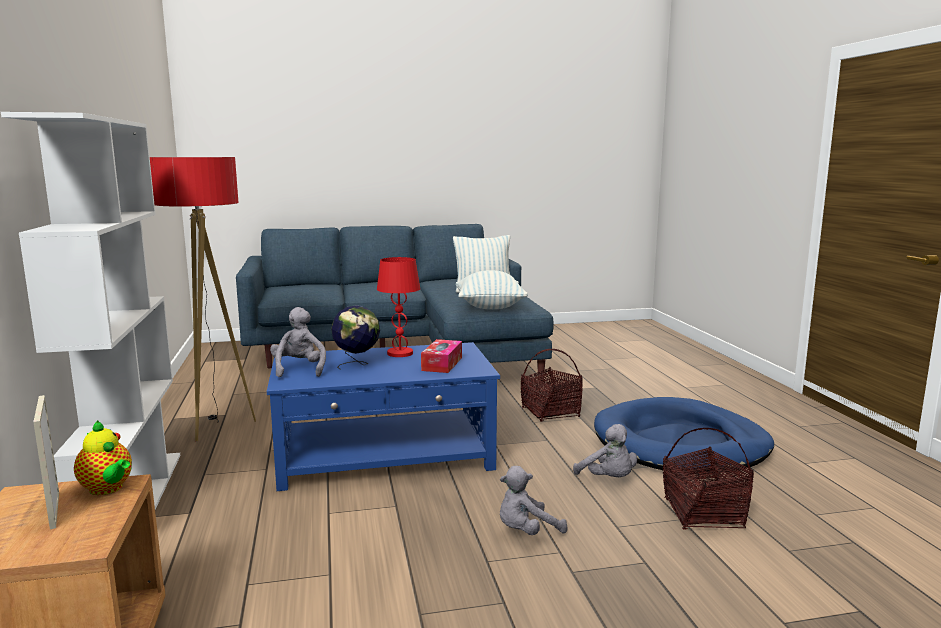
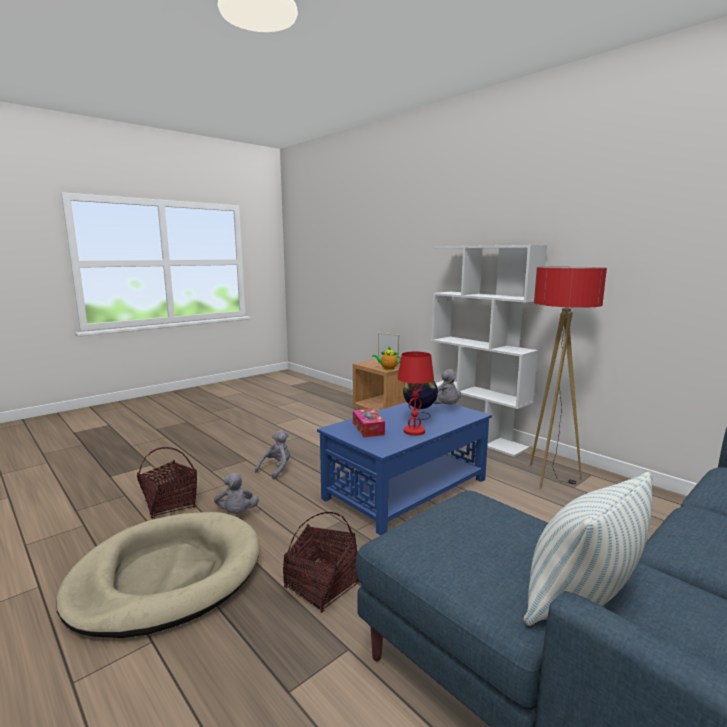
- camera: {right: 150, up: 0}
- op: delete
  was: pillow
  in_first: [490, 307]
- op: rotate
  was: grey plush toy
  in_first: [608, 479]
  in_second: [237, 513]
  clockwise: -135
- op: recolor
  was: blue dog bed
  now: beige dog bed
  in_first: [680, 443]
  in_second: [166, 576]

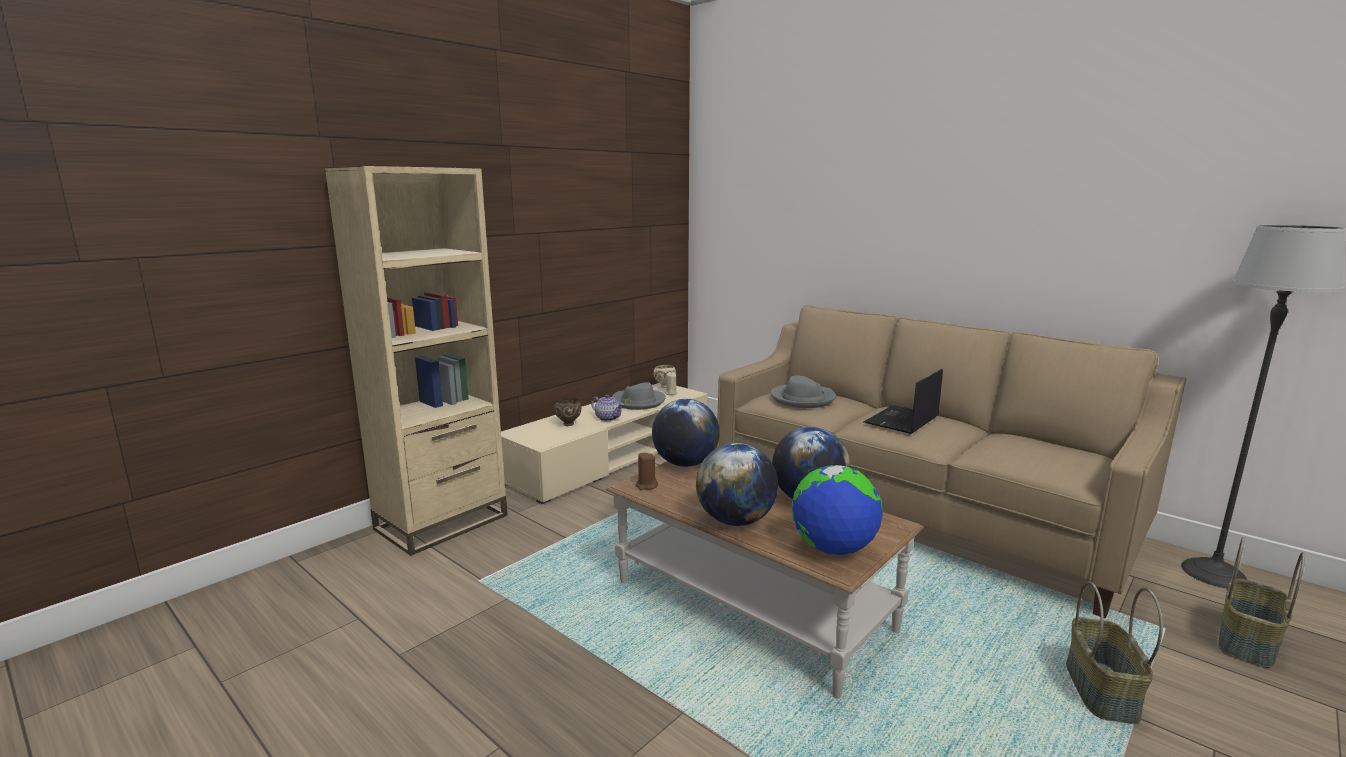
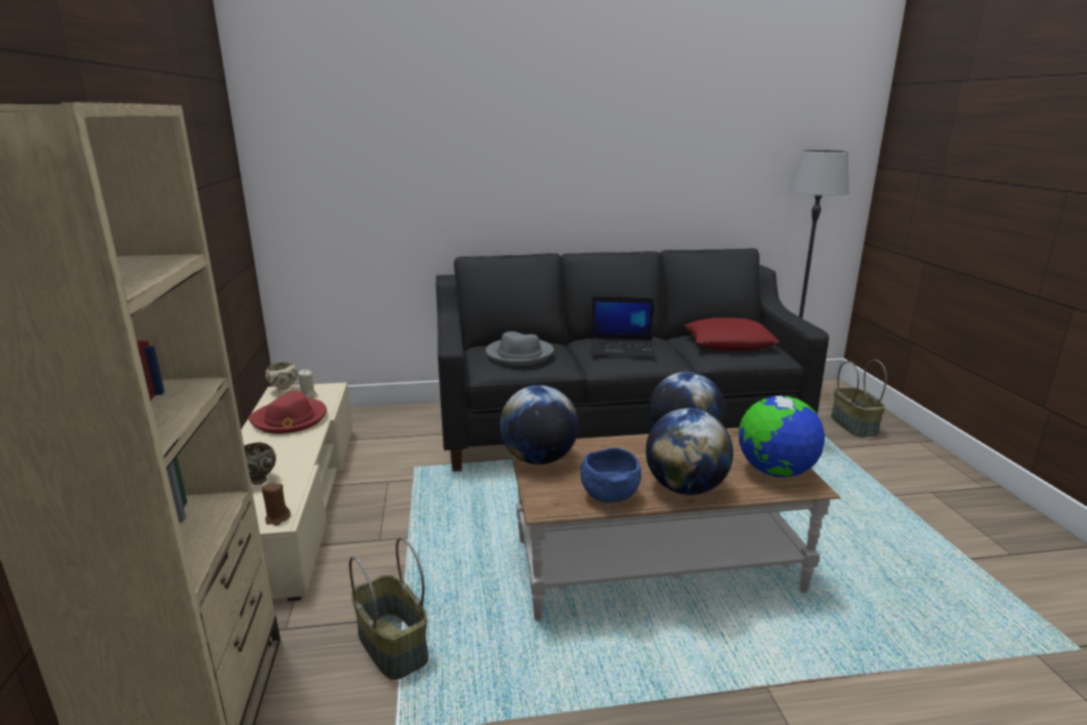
- camera: {right: -50, up: 5}
- op: delete
  was: teapot
  in_first: [608, 418]
- op: recolor
  was: grey hat
  now: red hat
  in_first: [638, 402]
  in_second: [290, 419]
- op: move
  was: brown candle
  in_first: [646, 486]
  in_second: [277, 518]
- op: recolor
  was: beige sofa
  now: black sofa
  in_first: [915, 510]
  in_second: [616, 424]
- op: rotate
  was: laptop
  in_first: [902, 420]
  in_second: [622, 348]
  clockwise: -75
- op: move
  was: basket
  in_first: [1099, 690]
  in_second: [391, 646]
- op: insert
  now: blue bowl
  in_second: [609, 496]
- op: insert
  now: red pillow
  in_second: [729, 342]

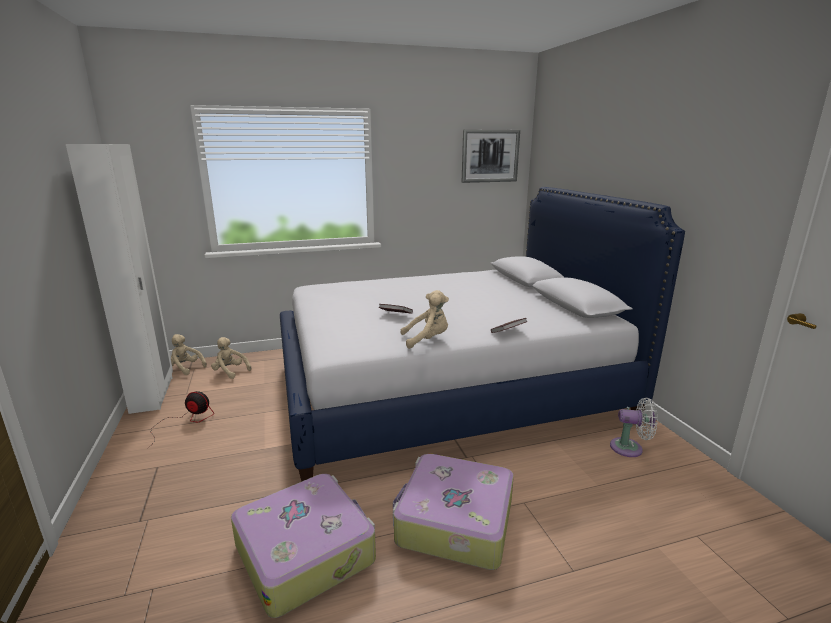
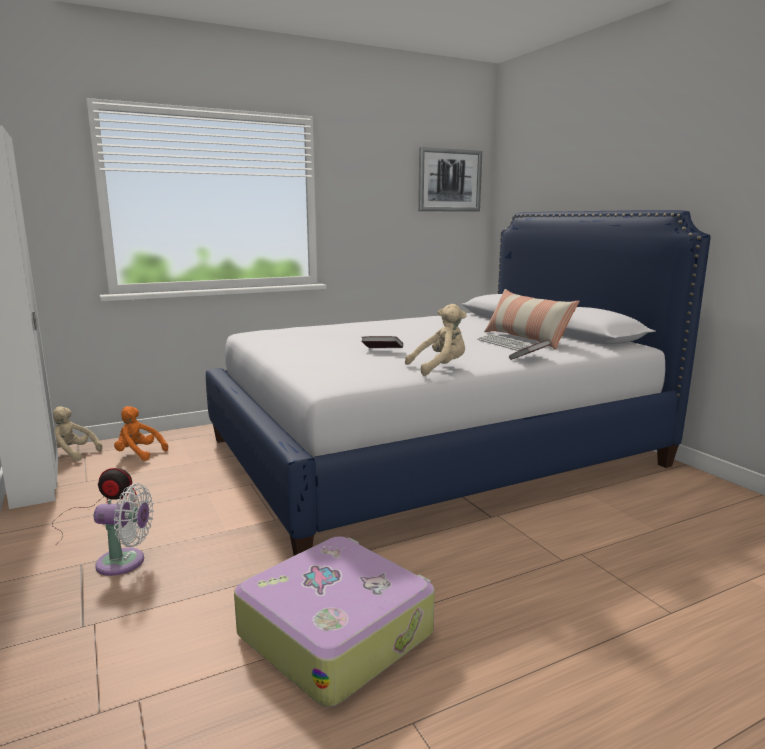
- camera: {right: -10, up: -5}
- op: recolor
  was: beige plush toy
  now: orange plush toy
  in_first: [230, 372]
  in_second: [138, 454]
- op: delete
  was: suitcase
  in_first: [453, 521]
- op: move
  was: white fan
  in_first: [630, 448]
  in_second: [125, 562]
- op: insert
  now: keyboard
  in_second: [505, 343]
- op: insert
  now: pillow
  in_second: [526, 339]

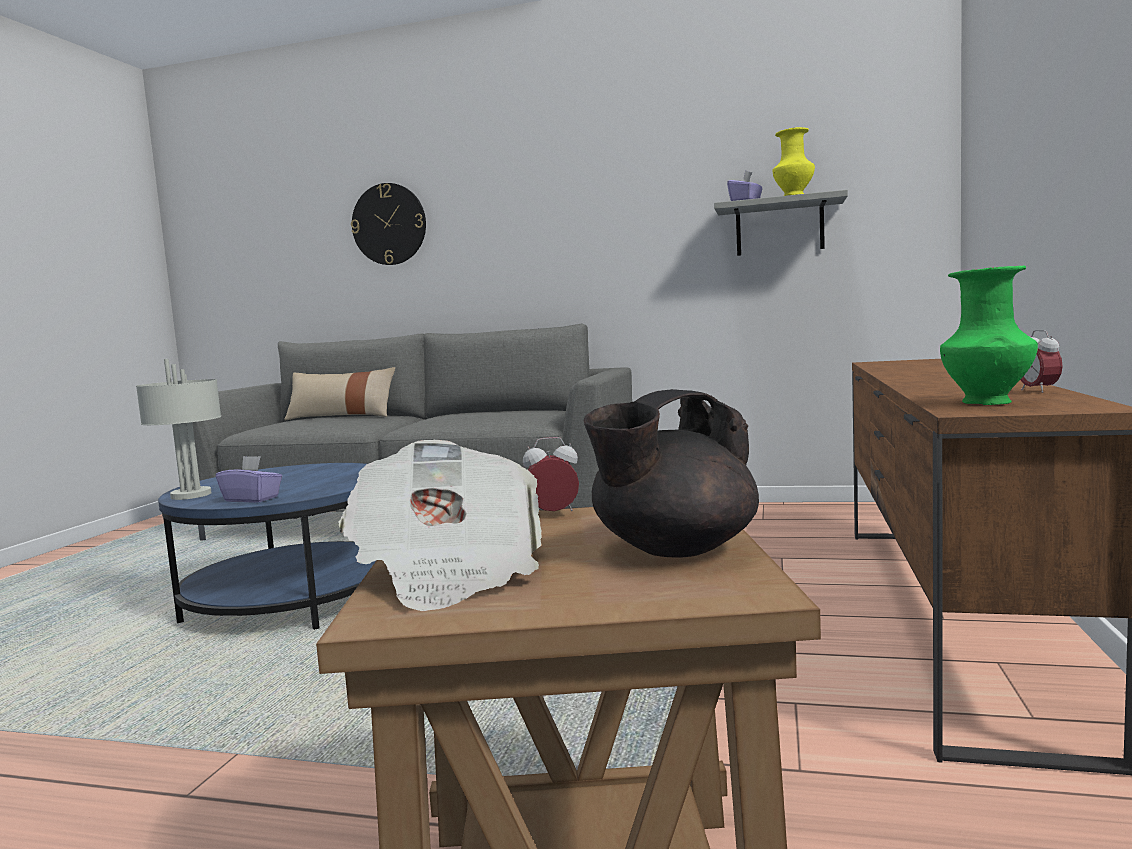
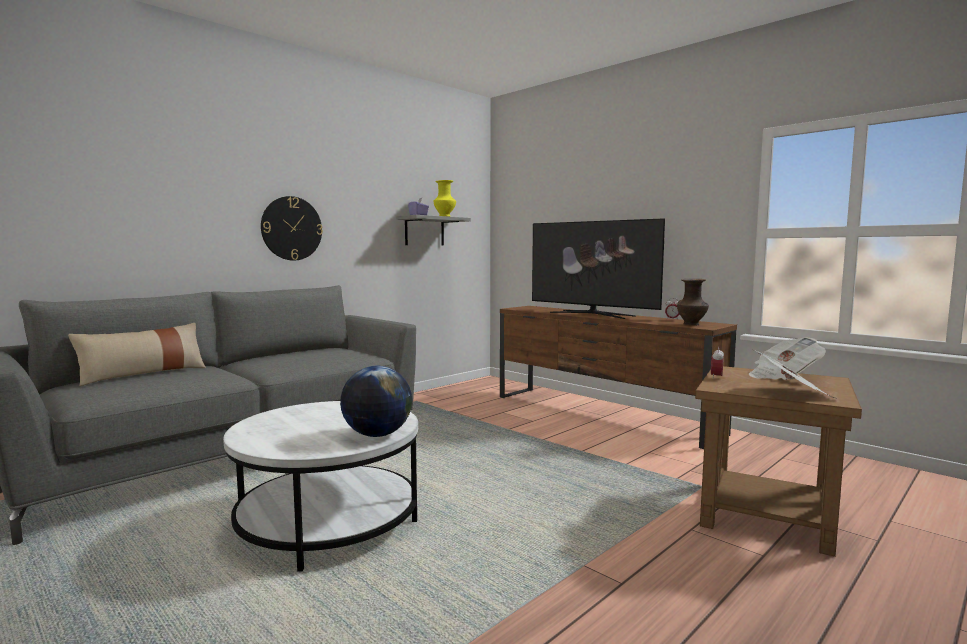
- camera: {right: -60, up: 0}
- op: delete
  was: grey table lamp
  in_first: [191, 495]
- op: recolor
  was: blue coffee table
  now: white coffee table
  in_first: [293, 598]
  in_second: [328, 521]
- op: replace
  was: purple tissue box
  now: globe
  in_first: [252, 499]
  in_second: [377, 435]
- op: move
  was: wall clock
  in_first: [389, 224]
  in_second: [291, 228]
- op: replace
  was: black teapot
  now: newspaper
  in_first: [673, 549]
  in_second: [783, 376]
- op: recolor
  was: green vase
  now: brown vase
  in_first: [987, 403]
  in_second: [692, 324]
- op: insert
  now: television
  in_second: [591, 314]

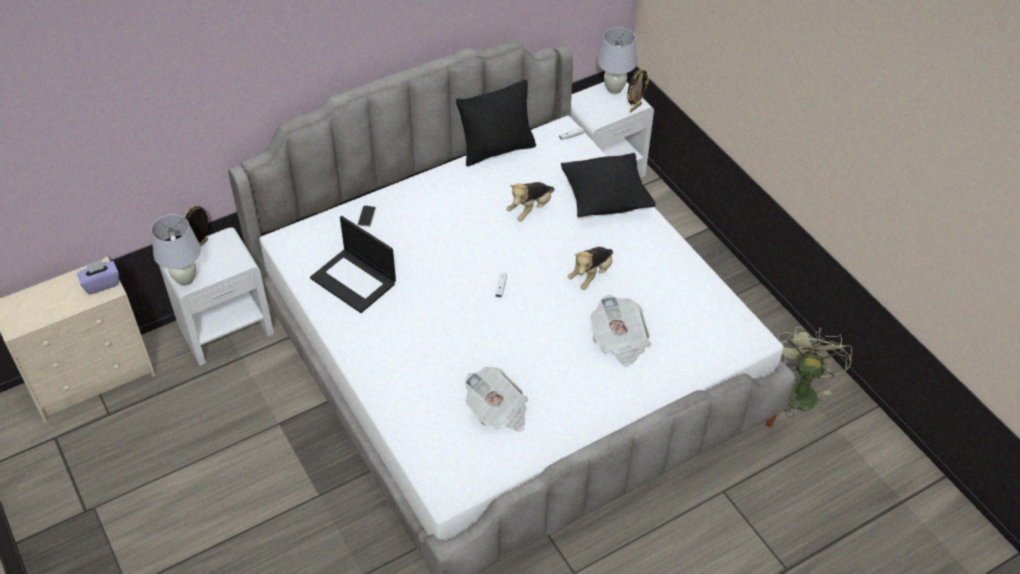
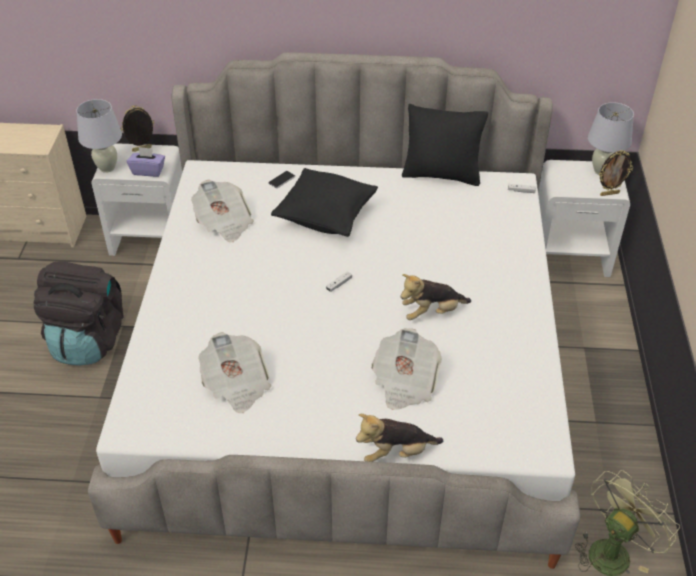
- camera: {right: 35, up: -5}
- op: move
  was: purple tissue box
  in_first: [101, 284]
  in_second: [148, 171]
- op: replace
  was: laptop
  now: newspaper
  in_first: [354, 281]
  in_second: [224, 223]
- op: move
  was: plush toy
  in_first: [530, 209]
  in_second: [396, 452]
- op: move
  was: black pillow
  in_first: [605, 200]
  in_second: [325, 219]
- op: insert
  now: black backpack
  in_second: [88, 340]

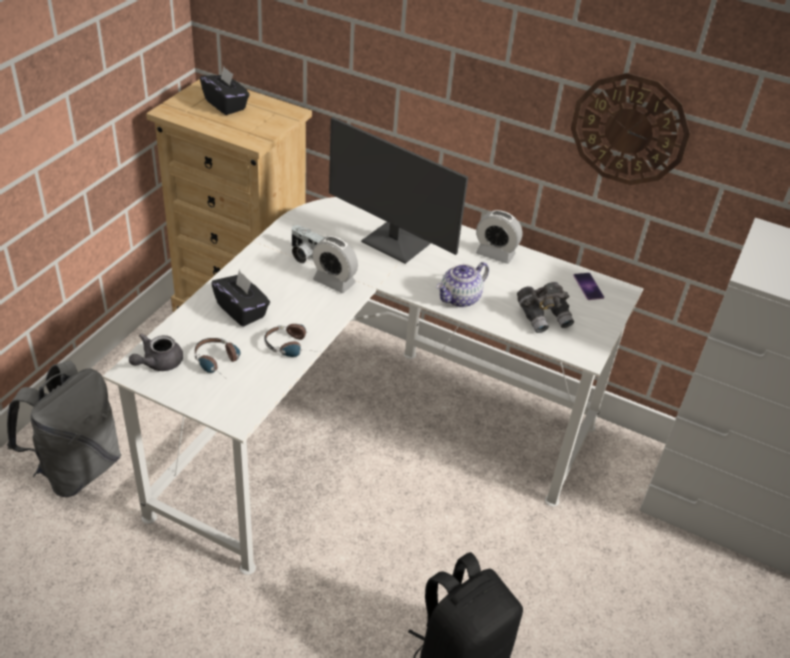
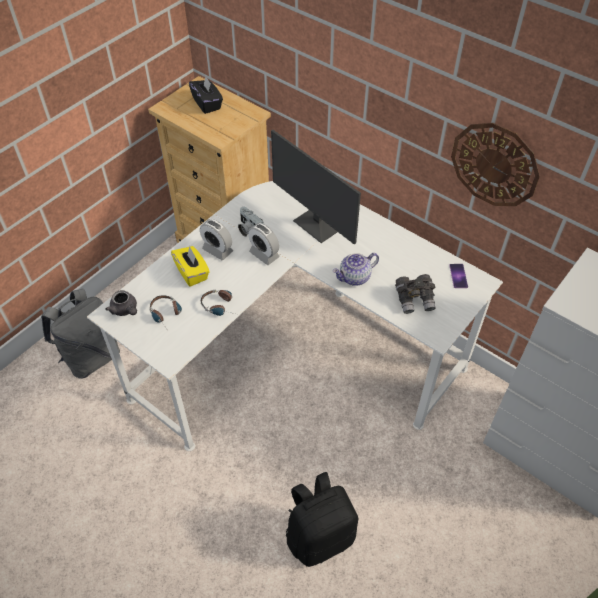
- camera: {right: 15, up: 10}
- op: rotate
  was: grey teapot
  in_first: [158, 363]
  in_second: [125, 310]
  clockwise: -90
- op: recolor
  was: black tissue box
  now: yellow tissue box
  in_first: [242, 311]
  in_second: [192, 273]
- op: move
  was: alarm clock
  in_first: [495, 254]
  in_second: [217, 250]

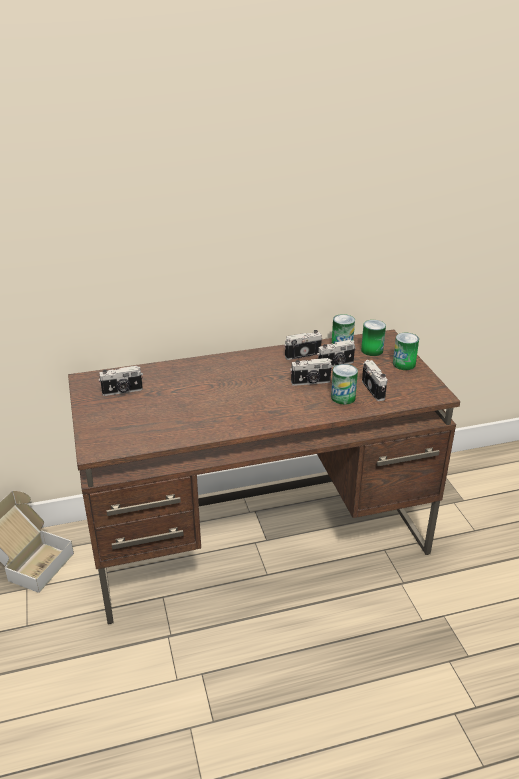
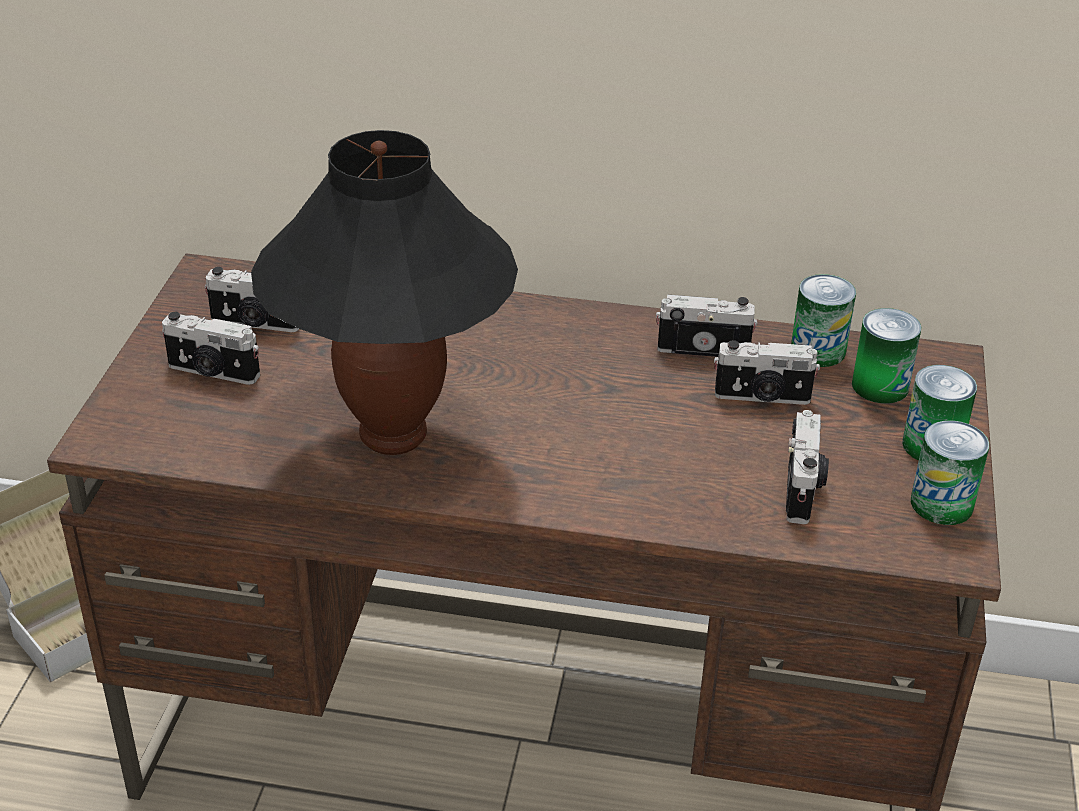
- camera: {right: 25, up: 5}
- op: move
  was: photo camera
  in_first: [311, 382]
  in_second: [212, 372]
- op: move
  was: can
  in_first: [343, 397]
  in_second: [941, 504]
- op: insert
  now: black table lamp
  in_second: [394, 436]

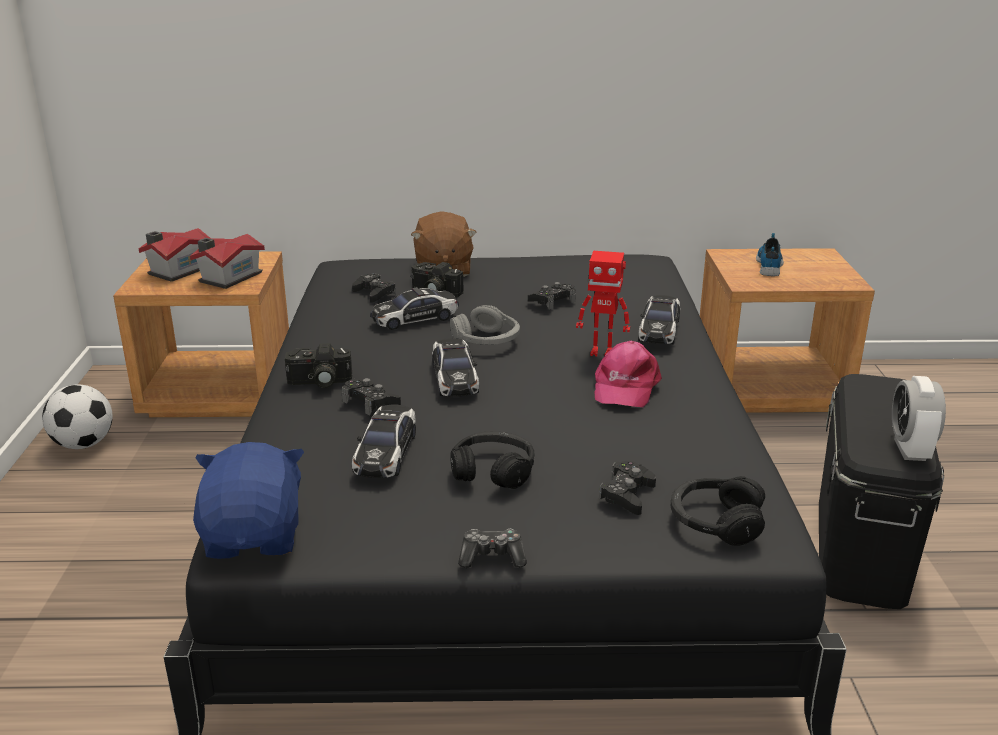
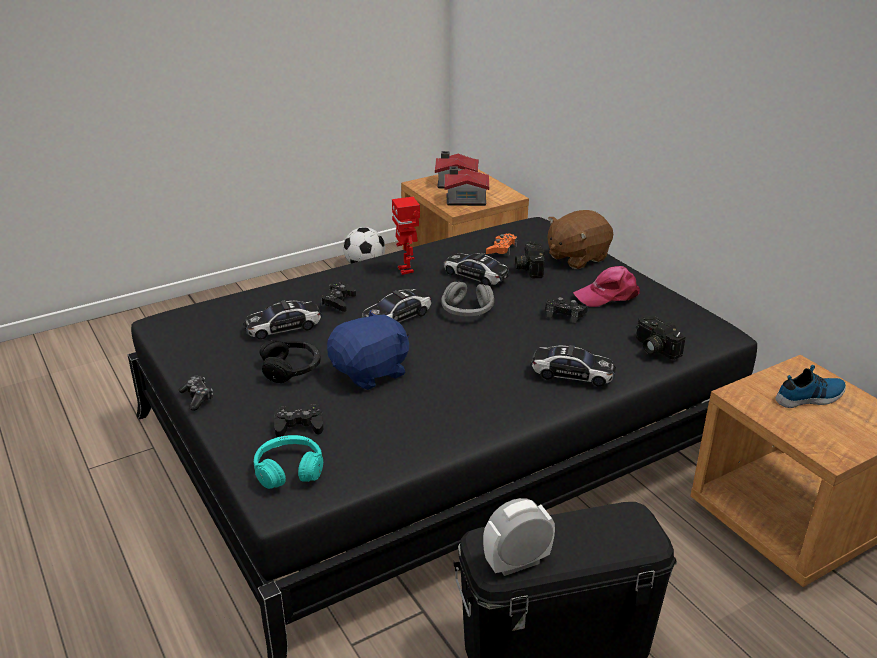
- camera: {right: 60, up: 5}
- op: move
  was: blue plush toy
  in_first: [255, 537]
  in_second: [371, 372]
- op: move
  was: photo camera
  in_first: [319, 382]
  in_second: [654, 348]
- op: recolor
  was: black game controller
  now: orange game controller
  in_first: [374, 293]
  in_second: [501, 249]
- op: move
  was: toy robot
  in_first: [602, 352]
  in_second: [406, 270]
- op: move
  was: pink cap
  in_first: [625, 386]
  in_second: [608, 295]
- op: rotate
  was: toy car
  in_first: [659, 330]
  in_second: [572, 374]
  clockwise: -150
- op: recolor
  was: black headphones
  now: turquoise headphones
  in_first: [715, 522]
  in_second: [289, 470]

